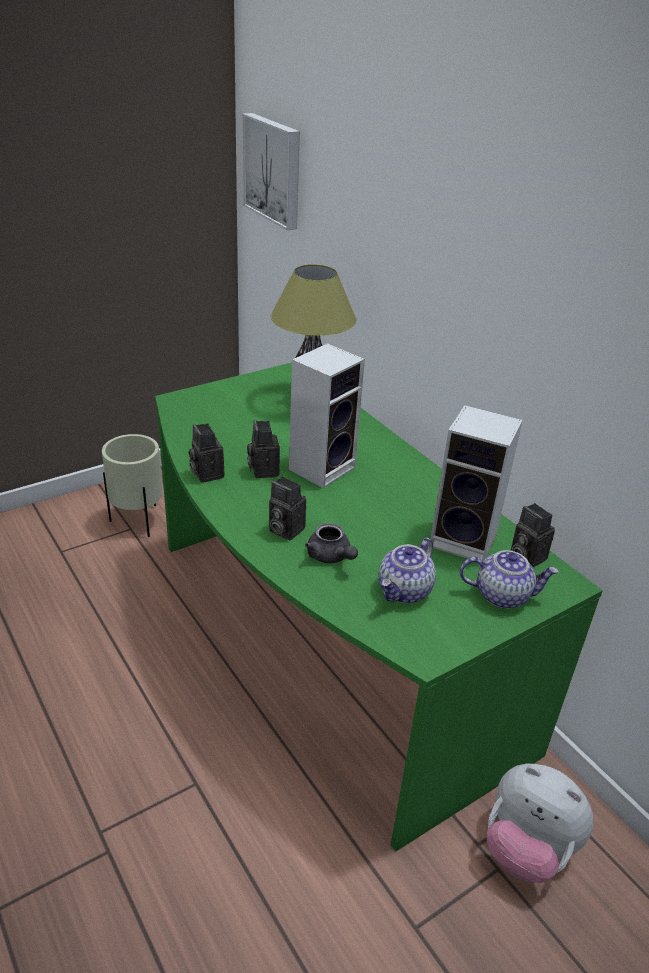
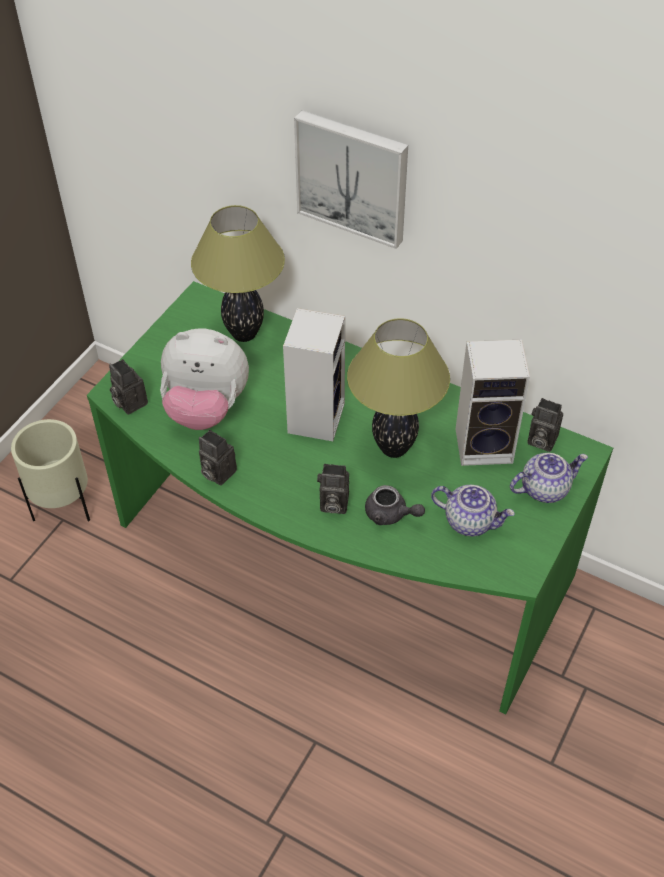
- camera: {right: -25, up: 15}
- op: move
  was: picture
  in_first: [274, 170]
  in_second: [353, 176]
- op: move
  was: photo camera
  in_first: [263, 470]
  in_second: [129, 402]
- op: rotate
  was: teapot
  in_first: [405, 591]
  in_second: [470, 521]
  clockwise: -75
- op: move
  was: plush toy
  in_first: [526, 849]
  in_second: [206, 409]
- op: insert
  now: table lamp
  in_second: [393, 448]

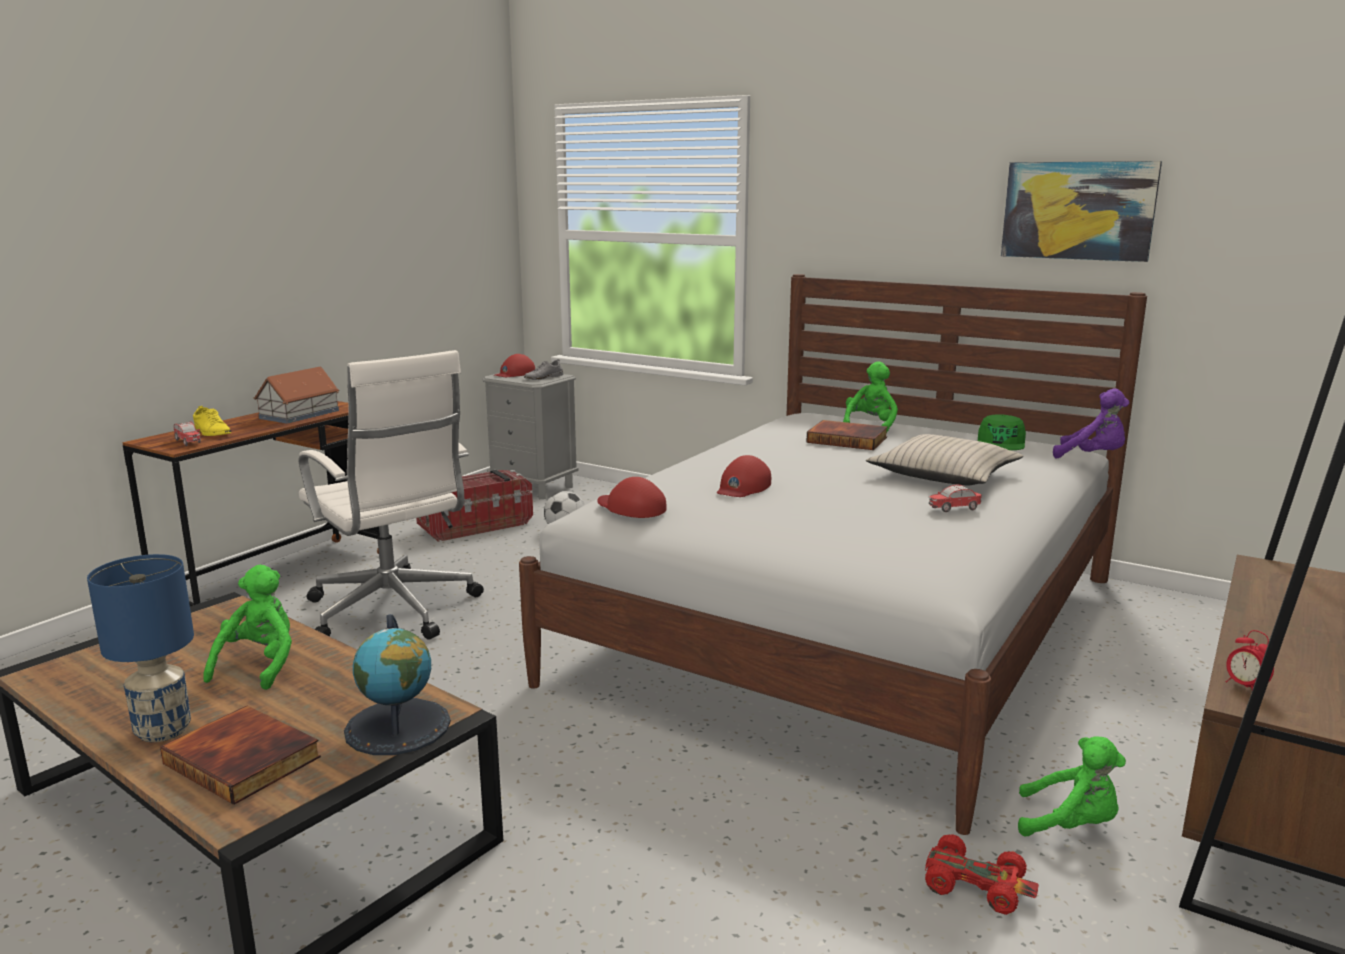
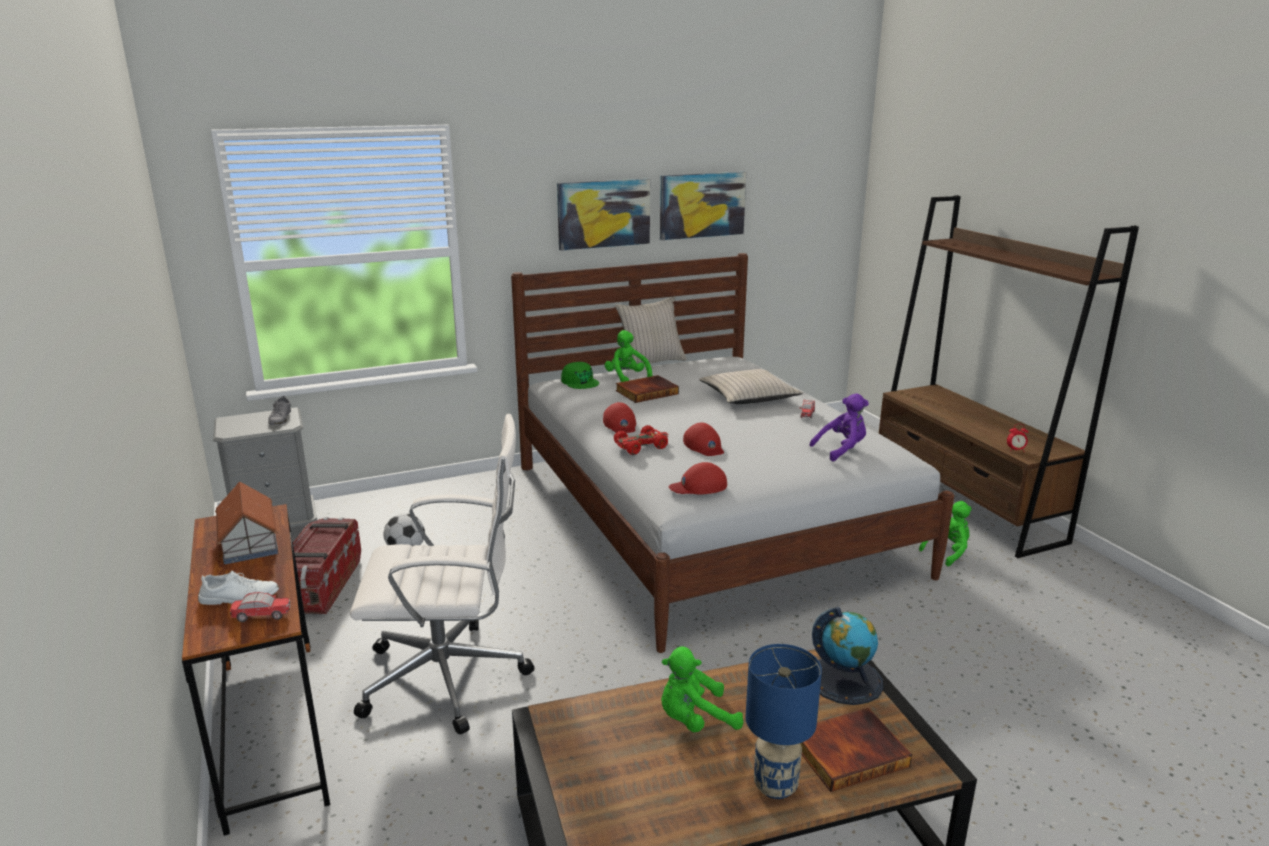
- camera: {right: -55, up: 5}
- op: recolor
  was: yellow shoe
  now: white shoe
  in_first: [212, 432]
  in_second: [239, 597]
- op: rotate
  was: green plush toy
  in_first: [259, 666]
  in_second: [694, 720]
  clockwise: -60
- op: move
  was: red cap
  in_first: [514, 373]
  in_second: [620, 424]
- op: move
  was: red toy car
  in_first: [977, 884]
  in_second: [641, 446]
- op: move
  was: green cap
  in_first: [1001, 443]
  in_second: [580, 382]
- op: move
  was: purple plush toy
  in_first: [1092, 457]
  in_second: [842, 450]
- op: insert
  now: picture
  in_second: [603, 213]
- op: insert
  now: beige pillow
  in_second: [651, 362]

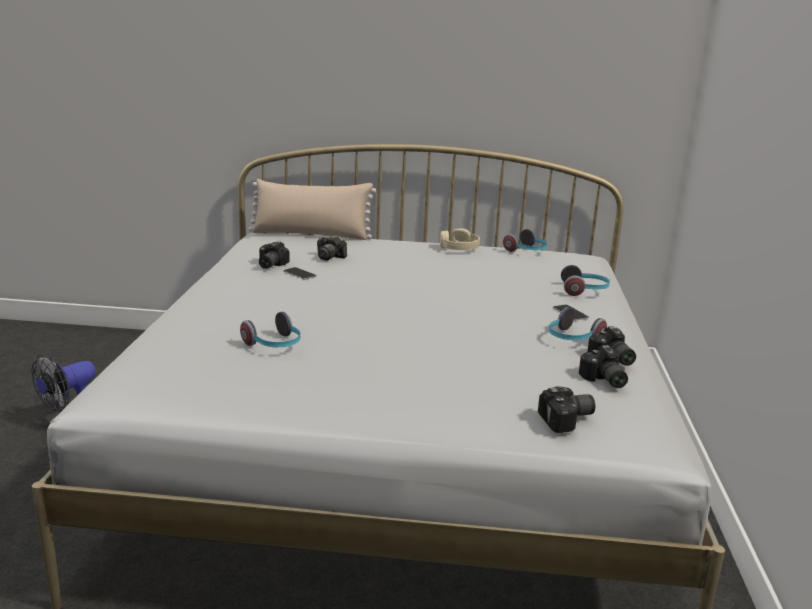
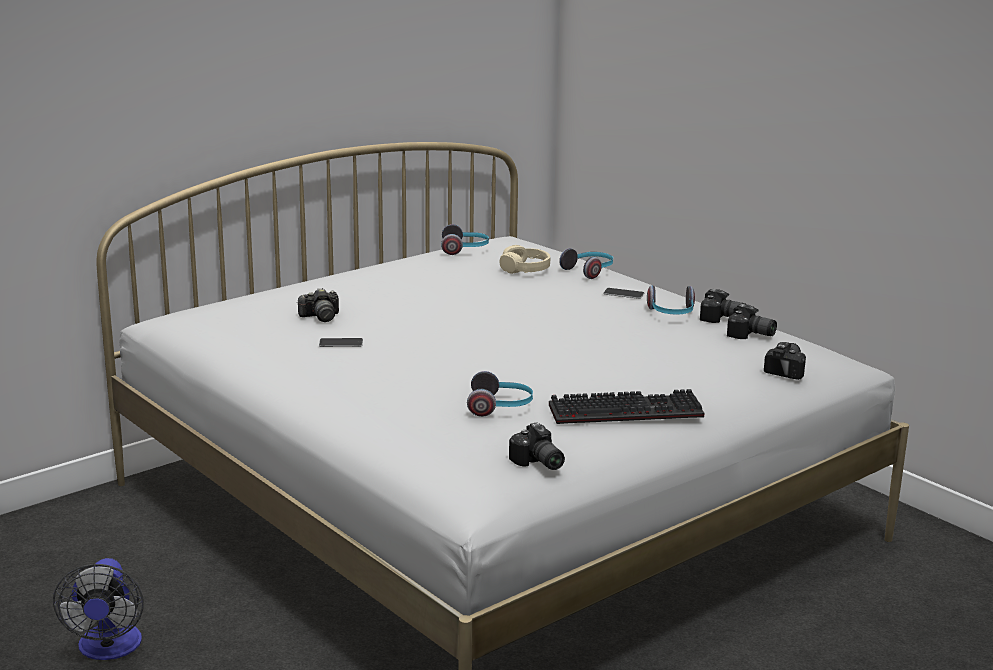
- camera: {right: -45, up: 0}
- op: delete
  was: beige pillow
  in_first: [311, 234]
- op: move
  was: photo camera
  in_first: [269, 265]
  in_second: [537, 463]
- op: move
  was: beige headphones
  in_first: [458, 248]
  in_second: [525, 269]
- op: insert
  now: keyboard
  in_second: [627, 410]

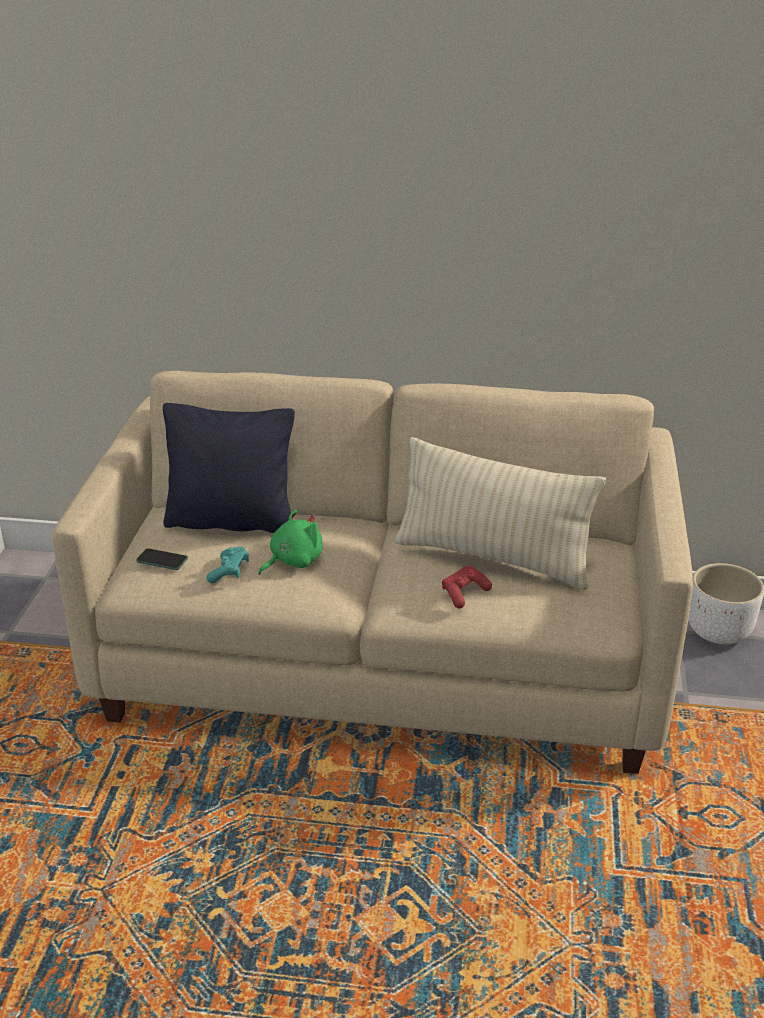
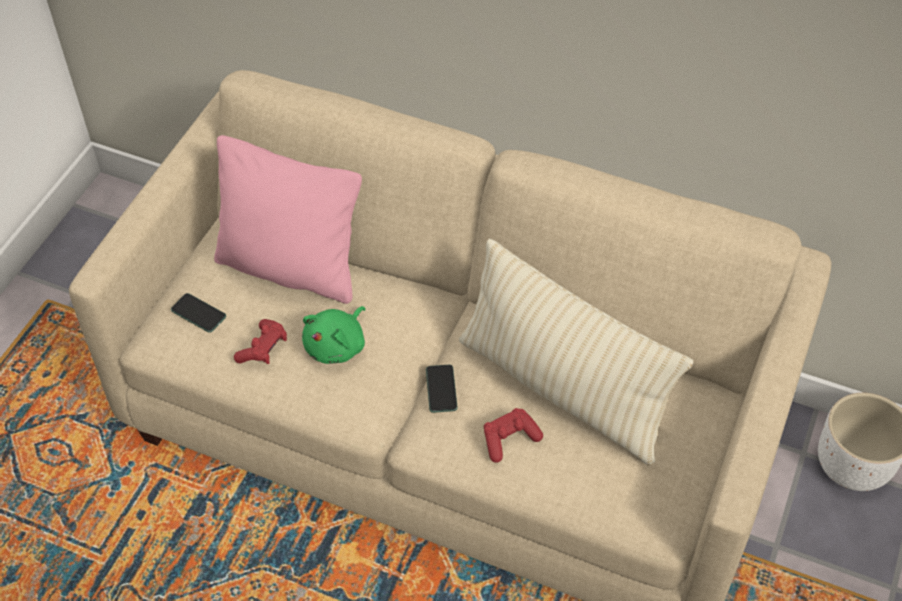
- camera: {right: 15, up: 20}
- op: recolor
  was: black pillow
  now: pink pillow
  in_first: [232, 521]
  in_second: [291, 267]
- op: recolor
  was: turquoise game controller
  now: red game controller
  in_first: [229, 572]
  in_second: [263, 349]
- op: rotate
  was: green plush toy
  in_first: [293, 561]
  in_second: [337, 346]
  clockwise: 150
- op: insert
  now: phone
  in_second: [441, 389]

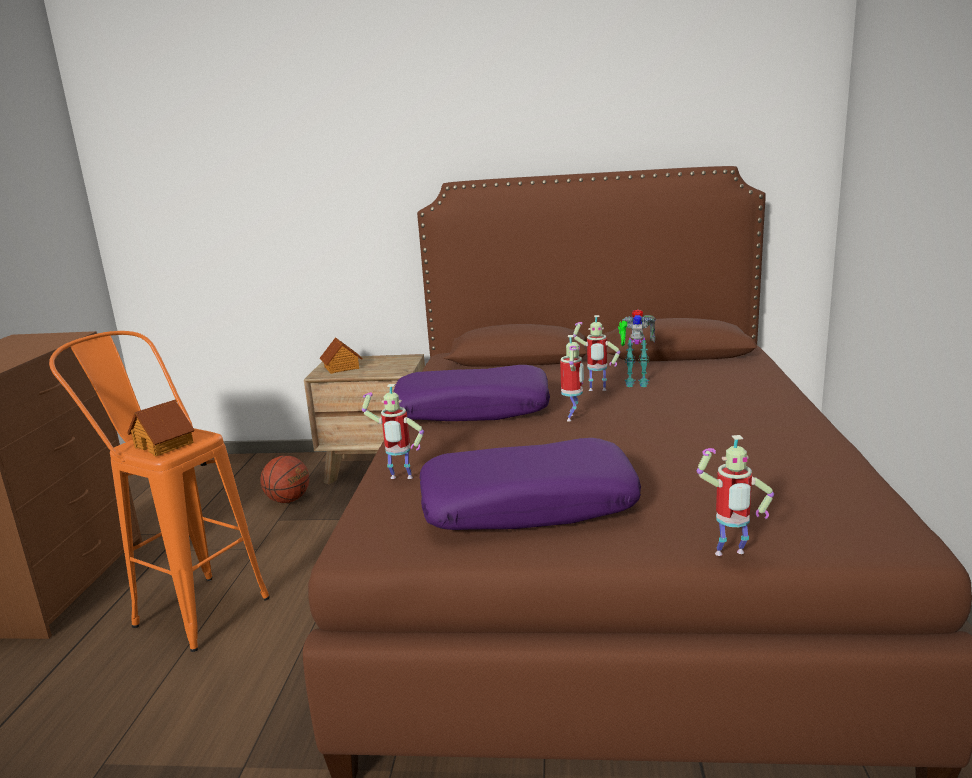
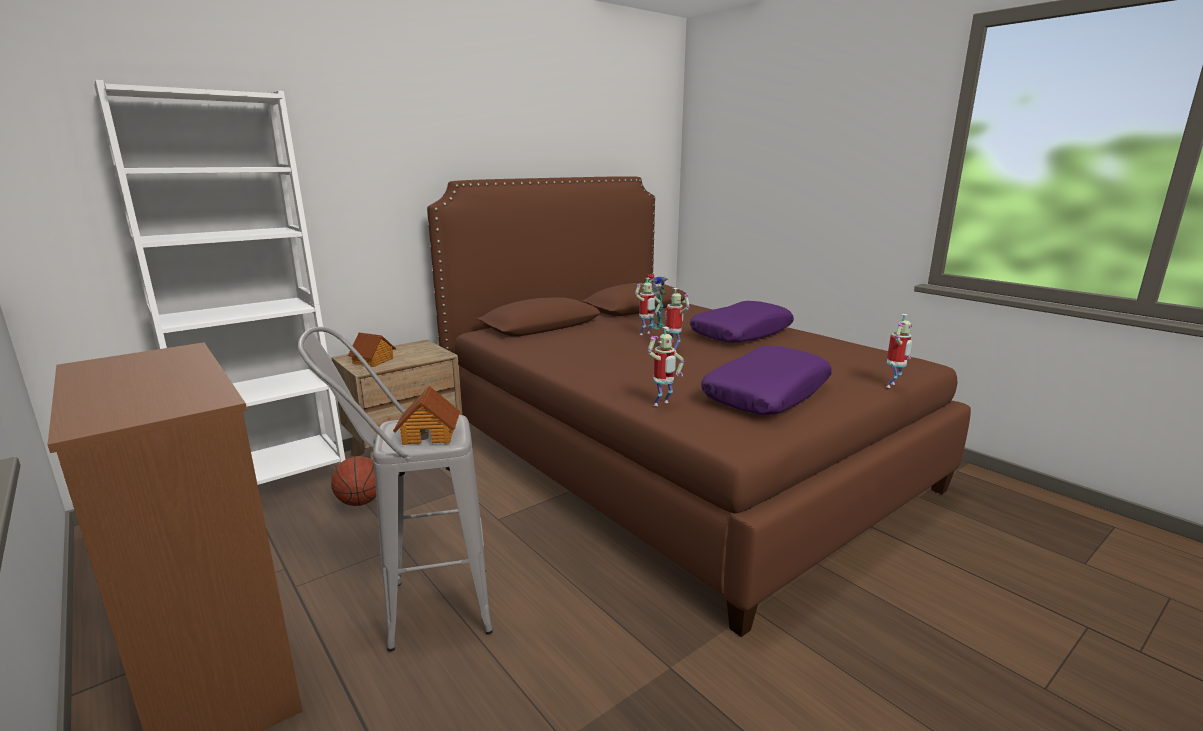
- camera: {right: -45, up: 0}
- op: recolor
  was: orange stool
  now: grey stool
  in_first: [189, 607]
  in_second: [419, 611]
- op: move
  was: purple pillow
  in_first: [472, 409]
  in_second: [741, 333]
- op: insert
  now: white bookcase
  in_second: [272, 490]

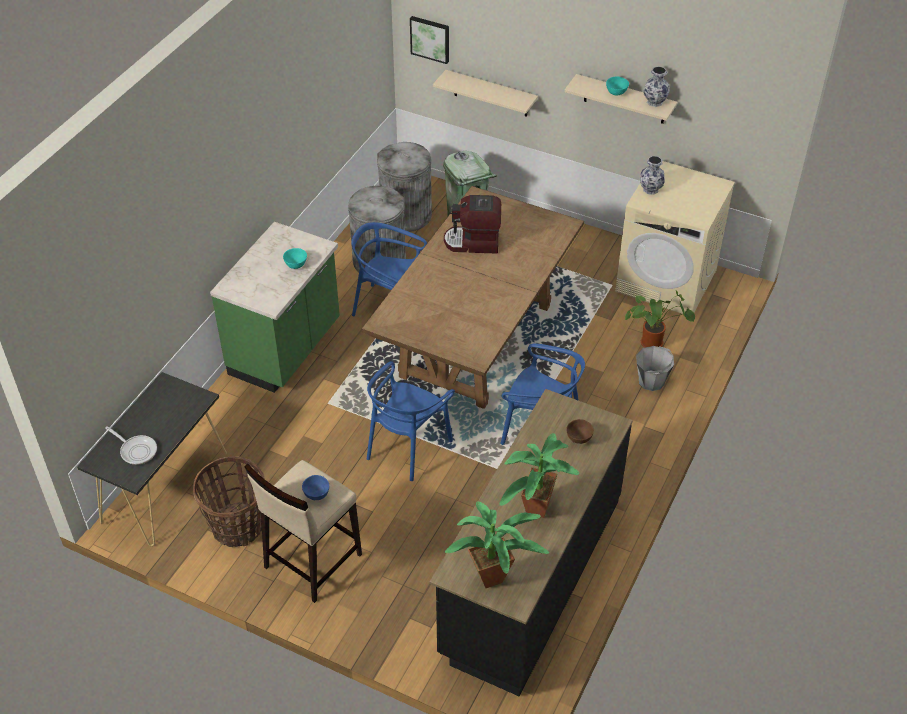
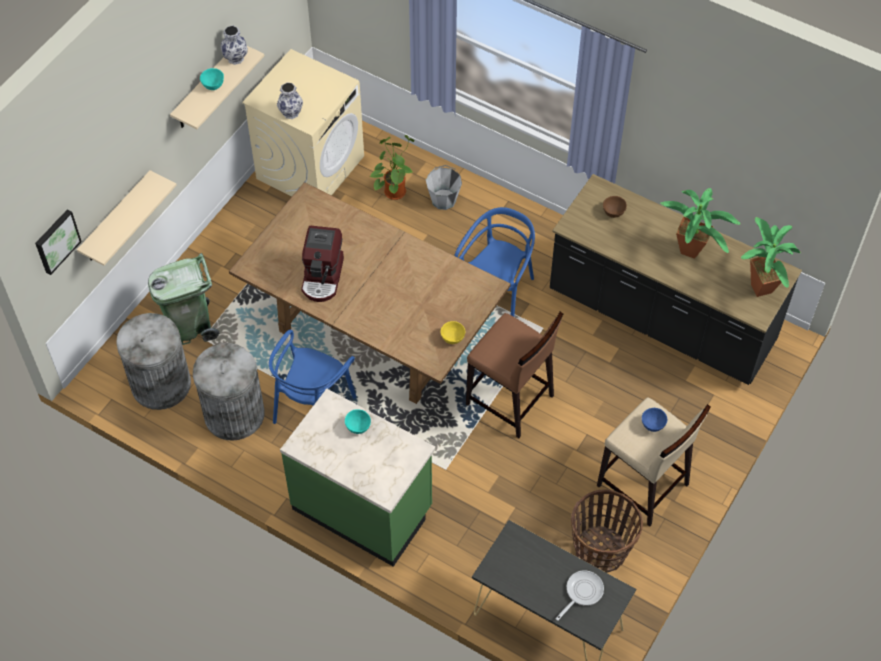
- camera: {right: -85, up: 10}
- op: replace
  was: blue chair
  now: brown stool
  in_first: [407, 447]
  in_second: [510, 401]
- op: insert
  now: yellow bowl
  in_second: [453, 338]

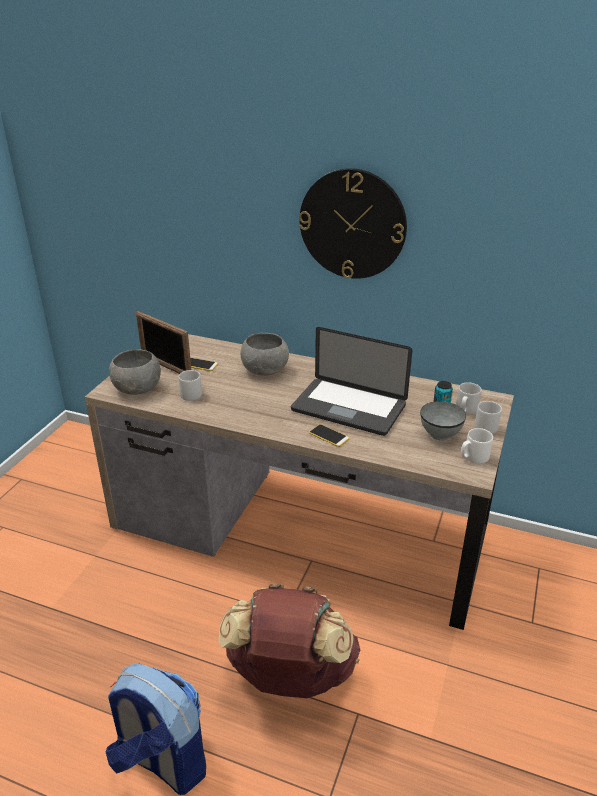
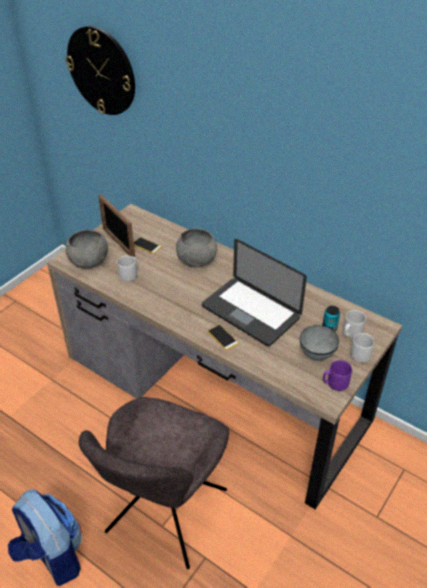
- camera: {right: 15, up: 10}
- op: replace
  was: brown backpack
  now: grey chair
  in_first: [290, 676]
  in_second: [164, 514]
- op: move
  was: wall clock
  in_first: [352, 224]
  in_second: [101, 71]
- op: recolor
  was: white mug
  now: purple mug
  in_first: [473, 457]
  in_second: [335, 383]

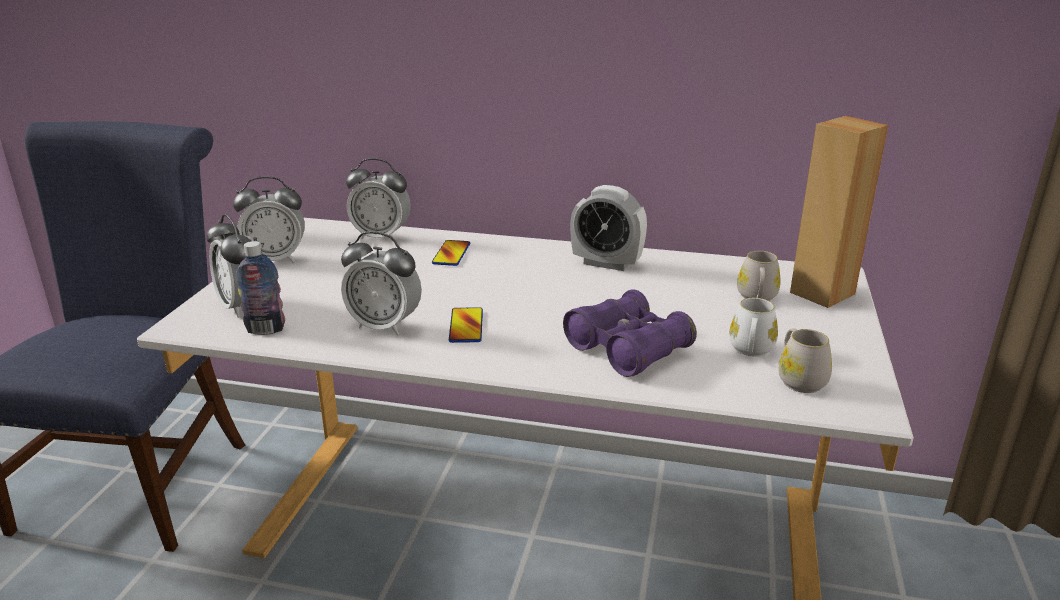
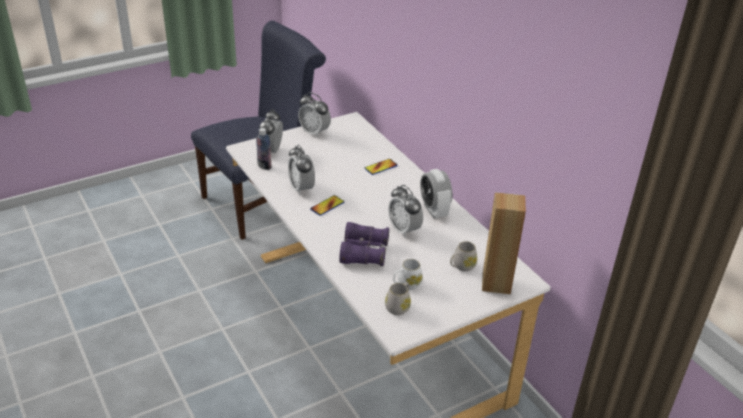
- camera: {right: 45, up: 10}
- op: move
  was: alarm clock
  in_first: [381, 237]
  in_second: [404, 230]

